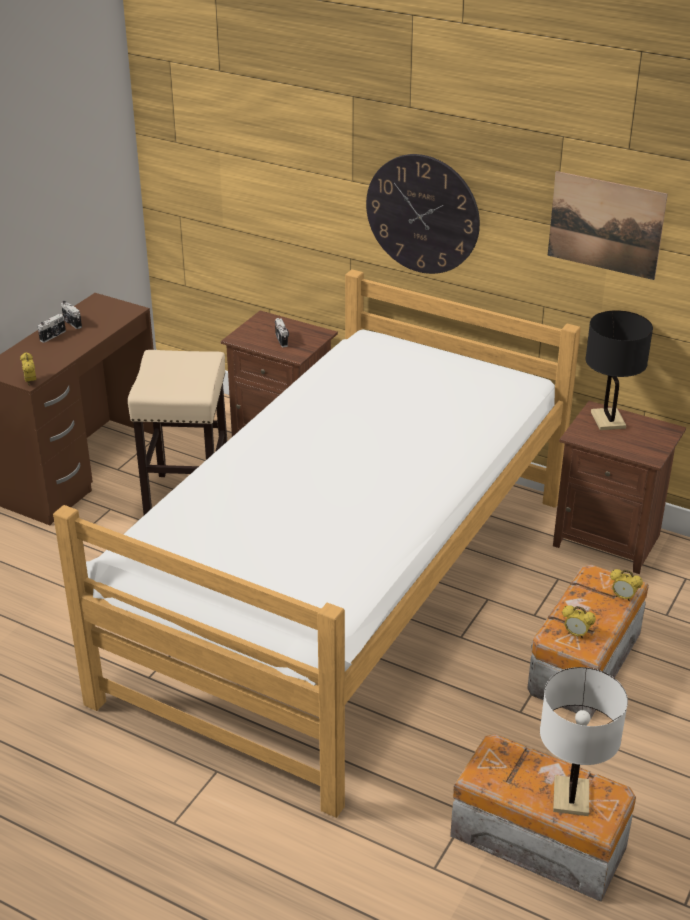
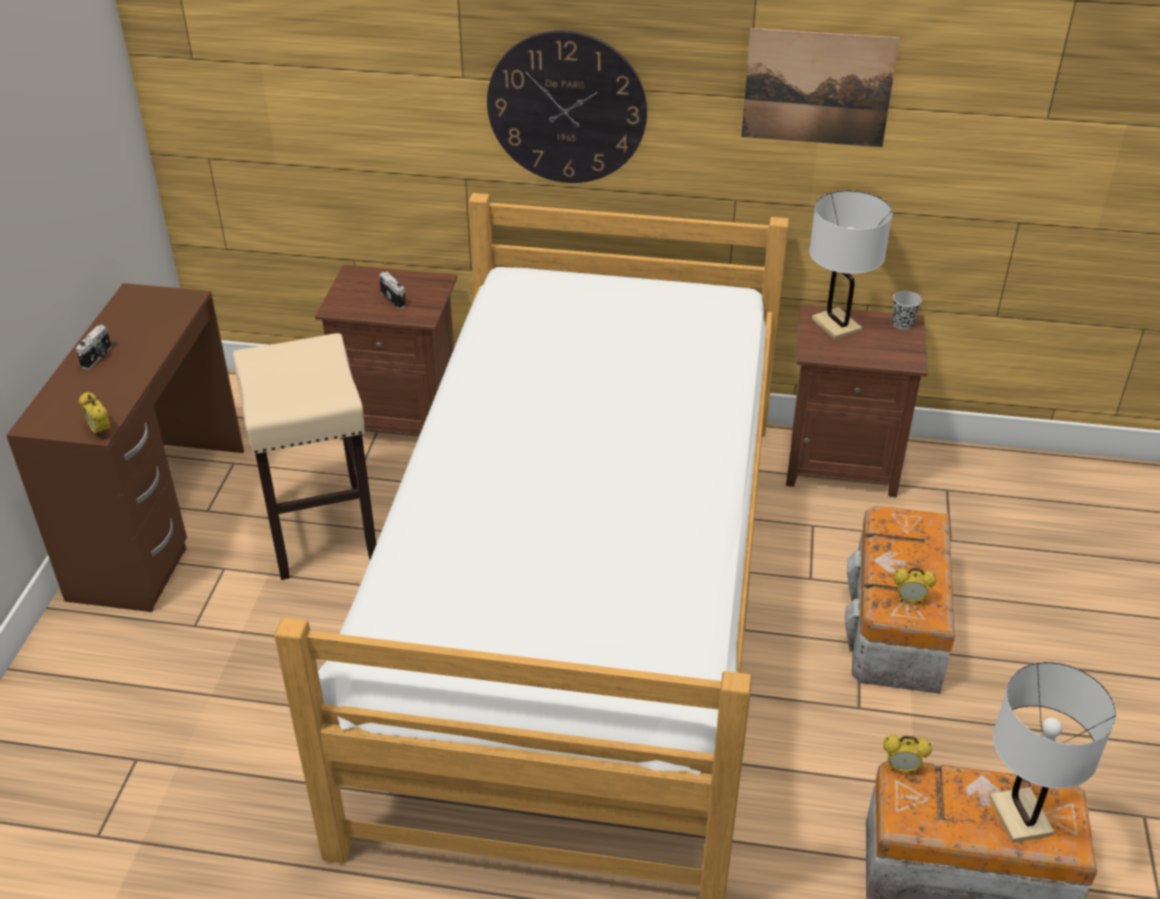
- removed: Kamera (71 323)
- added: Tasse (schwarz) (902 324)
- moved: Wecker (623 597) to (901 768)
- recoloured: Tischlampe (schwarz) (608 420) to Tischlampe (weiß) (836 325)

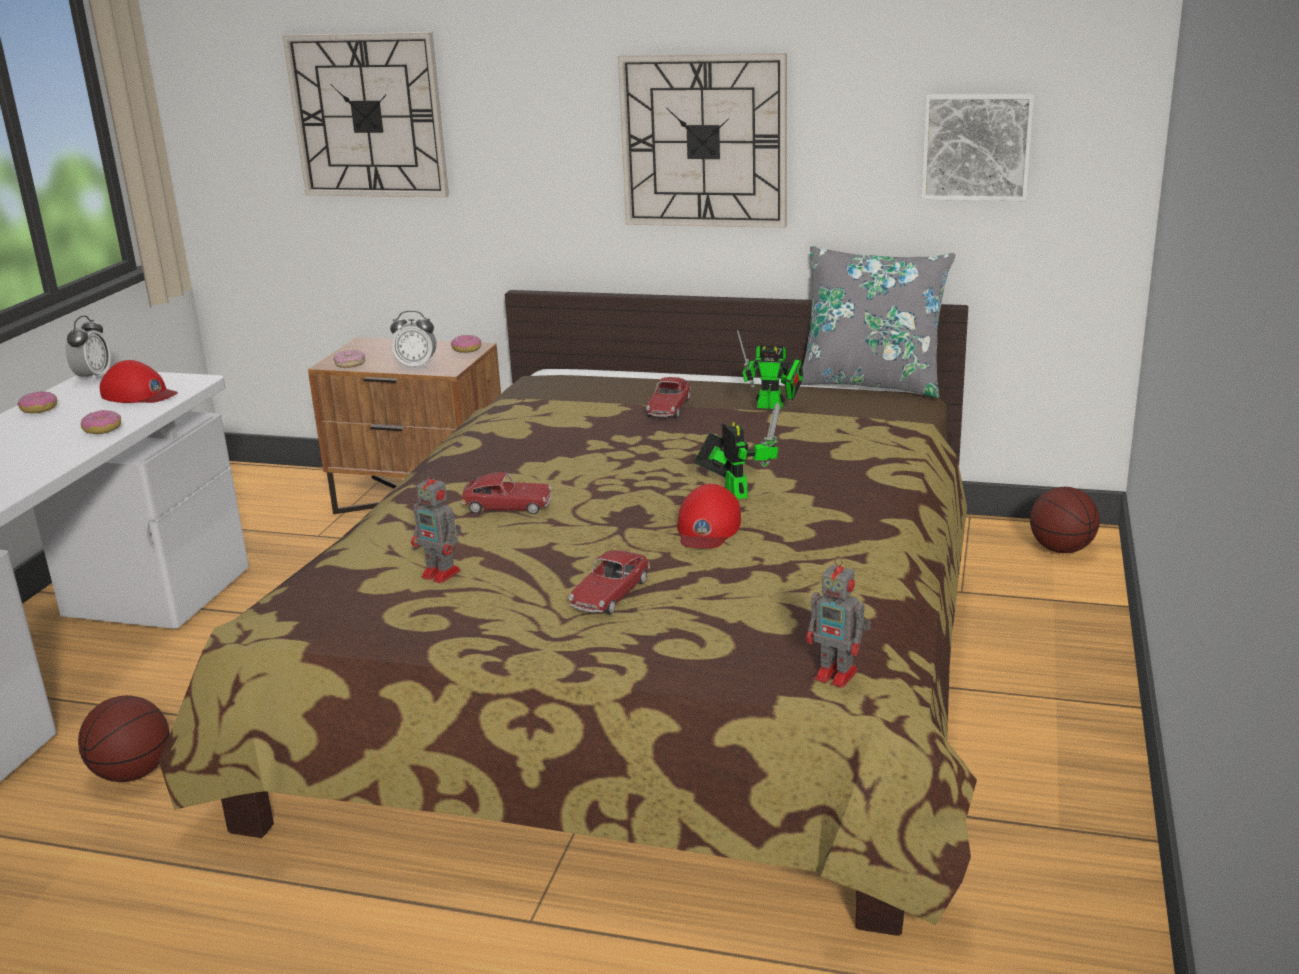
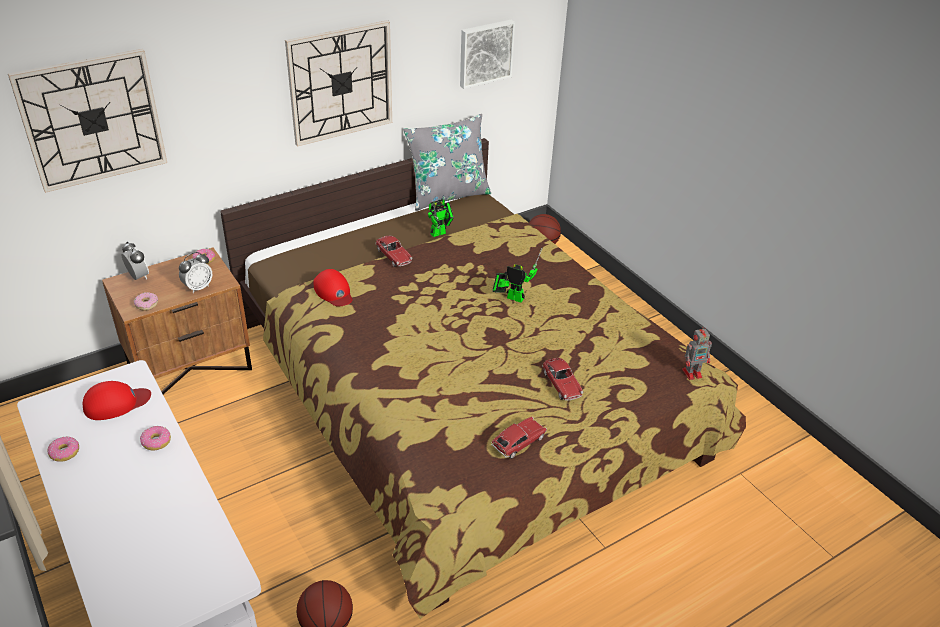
- removed: Spielzeugroboter (442 574)
- moved: Wecker (93 377) to (138 277)
- moved: Spielzeugauto (507 506) to (518 442)
- moved: Kappe (rot) (707 528) to (333 292)

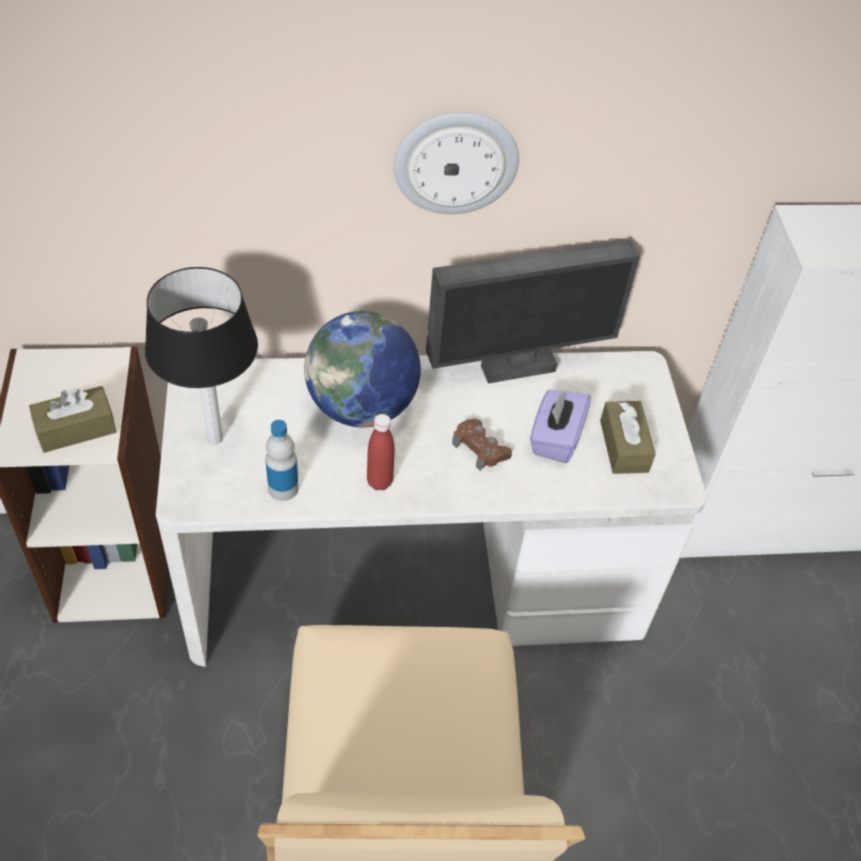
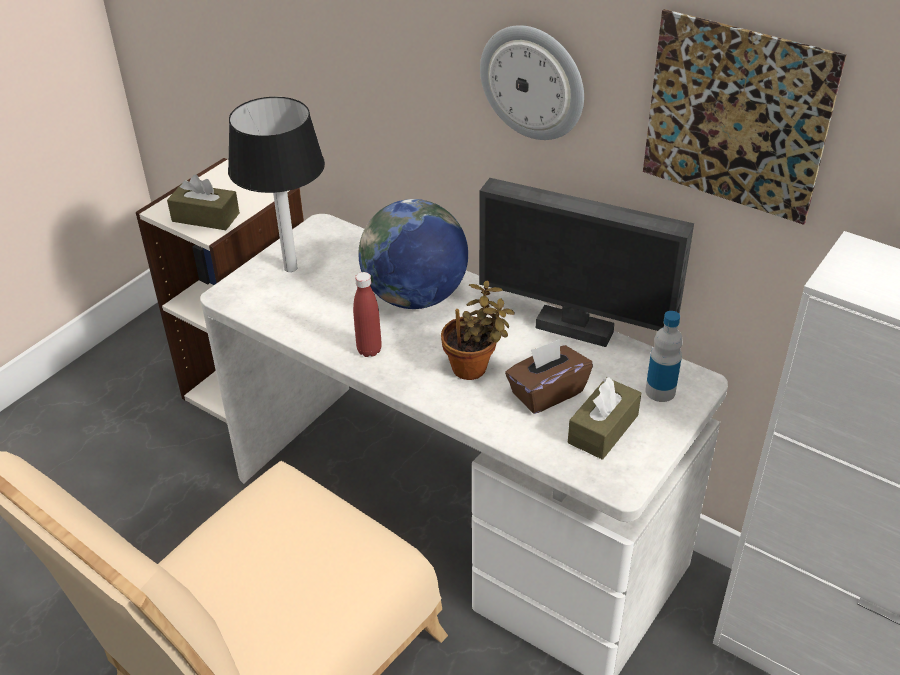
- added: Bild (736 117)
- moved: Flasche (283 488) to (660 391)
- replaced: Gamepad (braun) (480 449) to Topfpflanze (473 368)
- recoloured: Taschentuchbox (lila) (555 438) to Taschentuchbox (braun) (546 393)

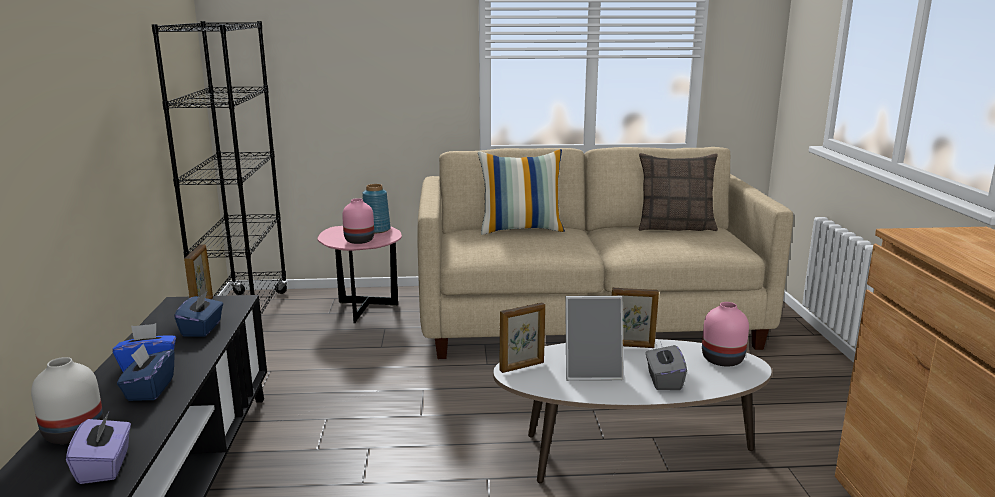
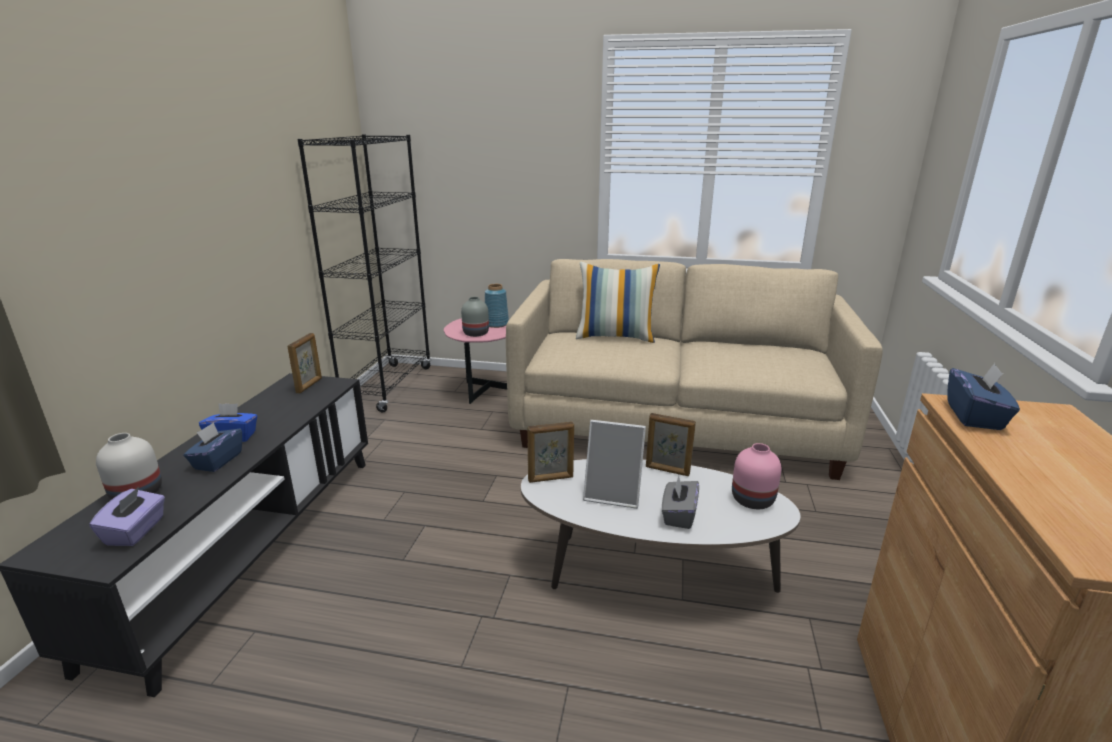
- removed: Kissen (675 227)
- moved: Taschentuchbox (blau) (202 329) to (974 416)
- recoloured: Vase (rosa) (359 241) to Vase (grau) (476 334)

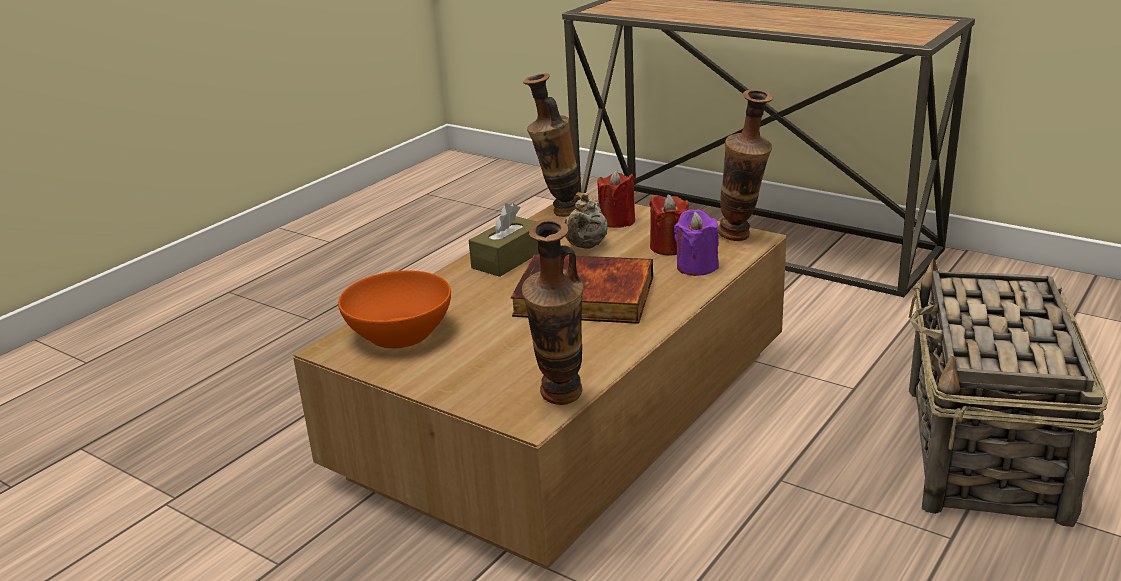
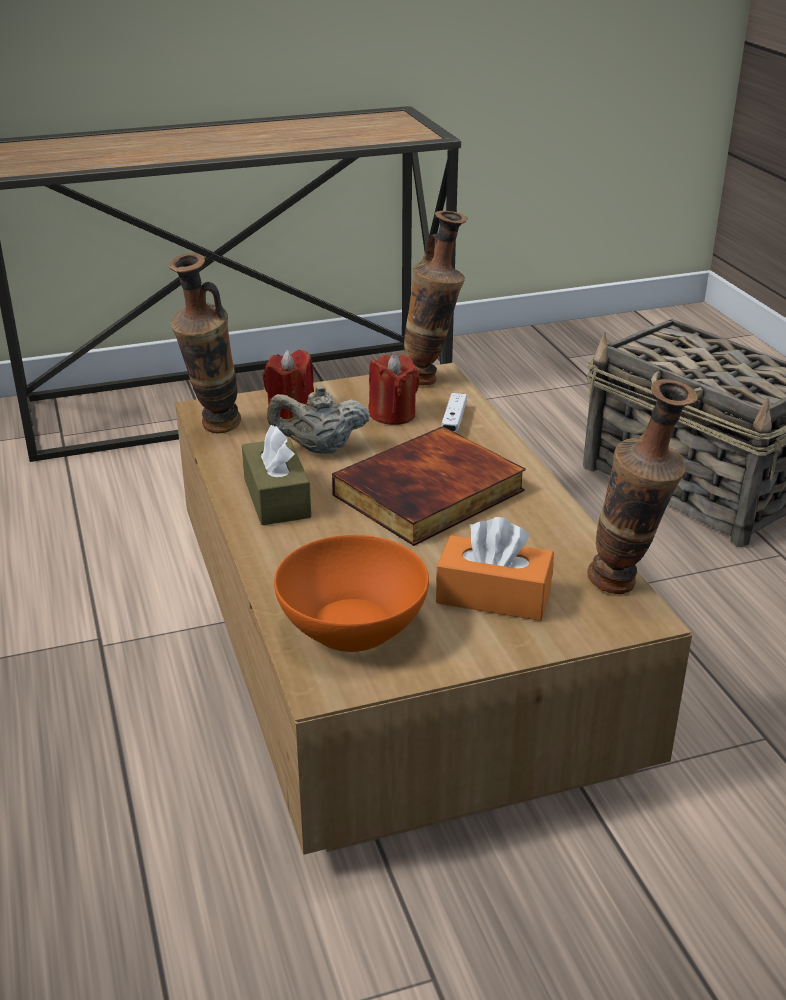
- added: Taschentuchbox (orange) (493 596)
- replaced: Kerze (lila) (696 267) to Gamepad (weiß) (454 421)
- turned: Teekanne (beige) (585 246) = (320 449) 120 degrees clockwise

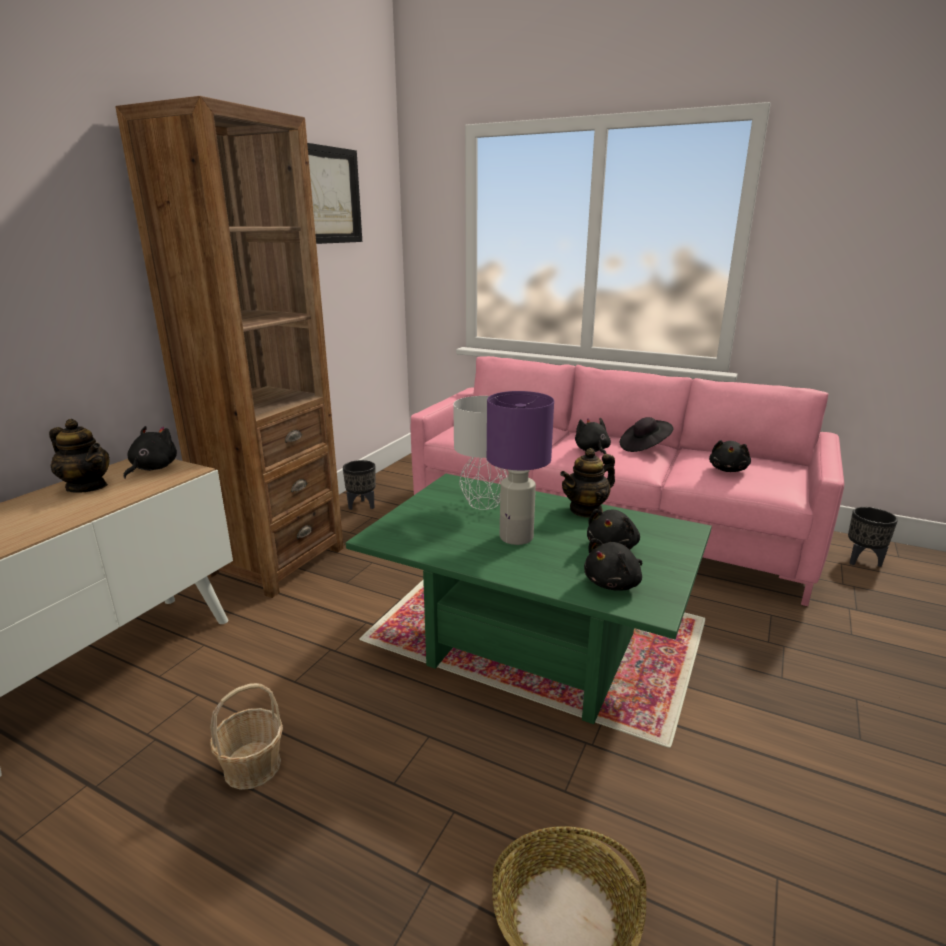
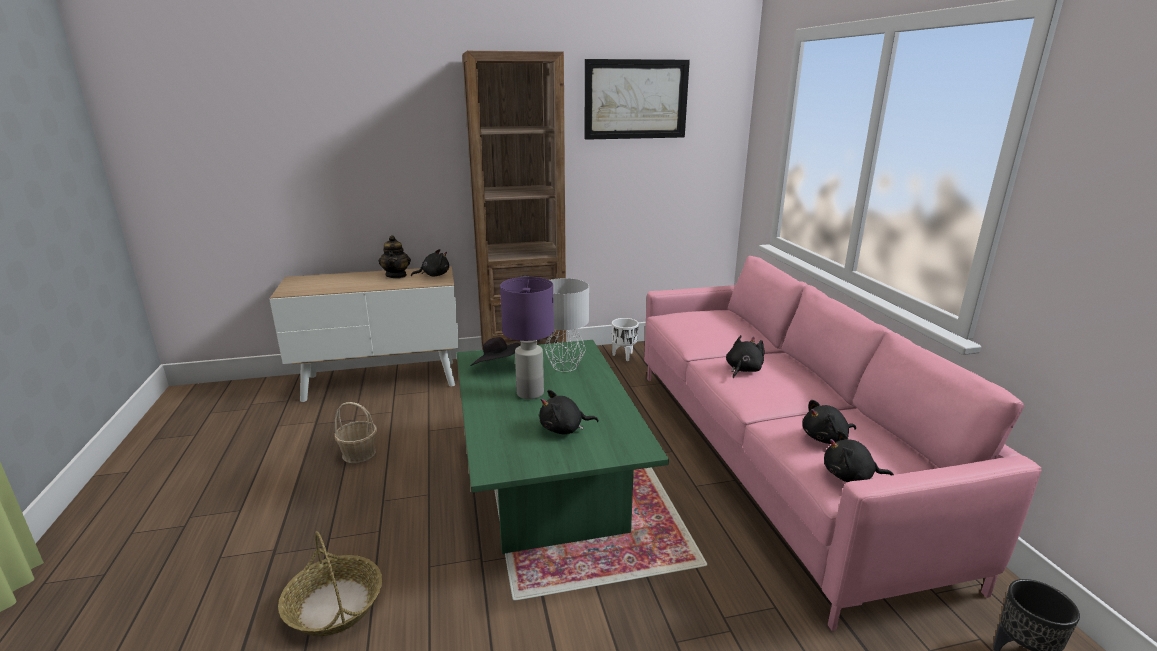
- removed: Teekanne (586 510)
- moved: Plüschtier (schwarz) (614 584) to (850 477)
- moved: Hut (schwarz) (644 447) to (496 367)
- recoloured: Pflanzkübel (schwarz) (362 505) to Pflanzkübel (weiß) (624 356)

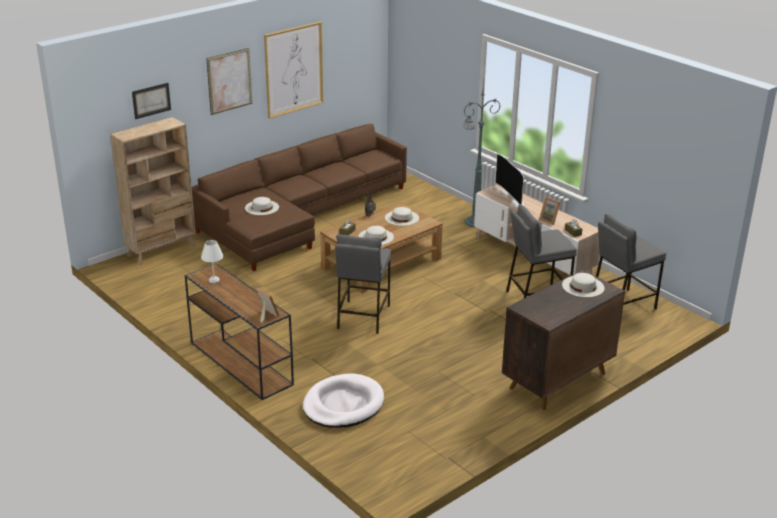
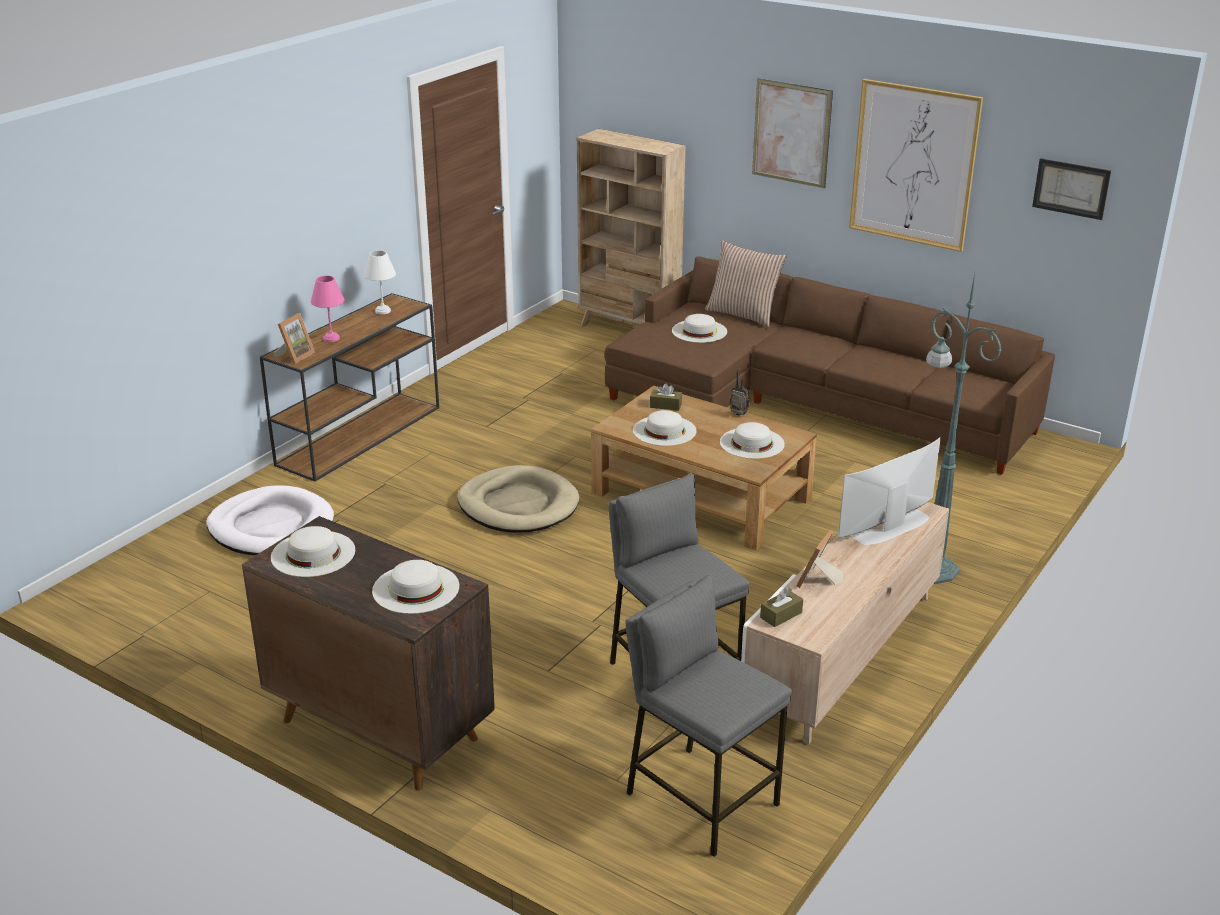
- added: Hut (weiß) (313 553)
- added: Tischlampe (rosa) (332 338)
- added: Kissen (743 314)
- moved: Bild (151 100) to (1071 188)
- replaced: Hocker (grau) (362 317) to Hundebett (beige) (518 505)

